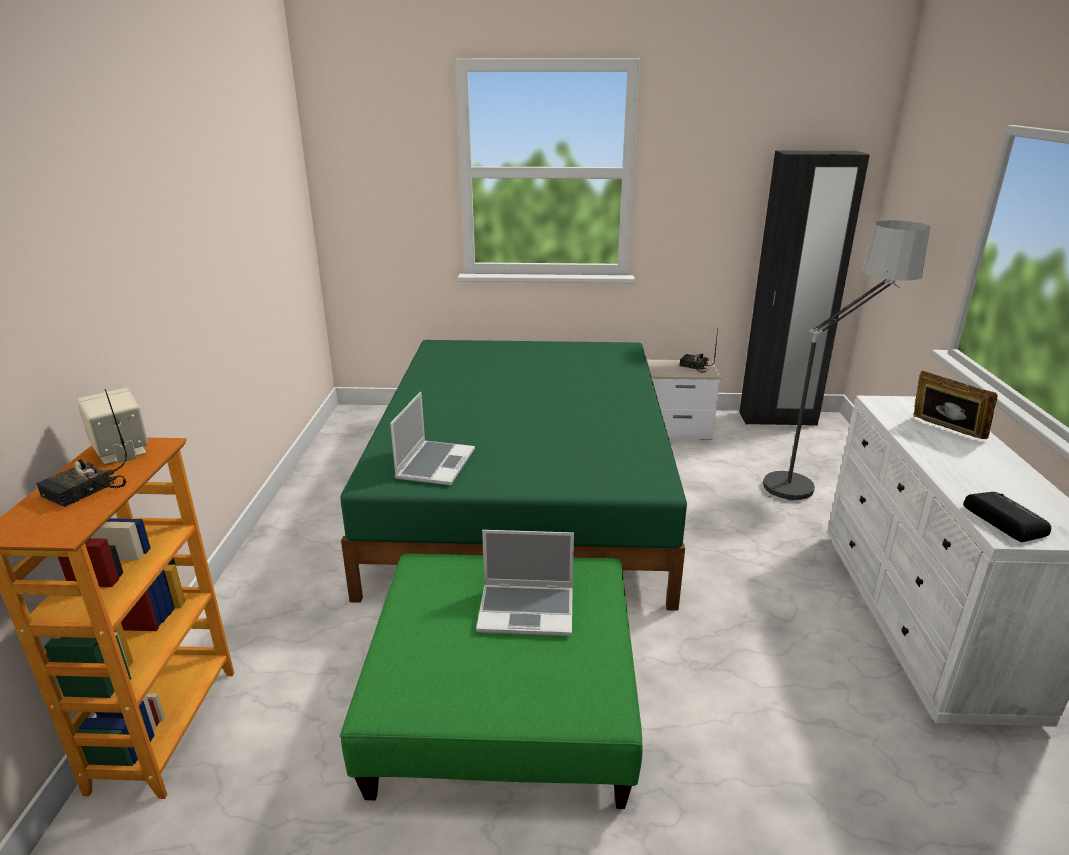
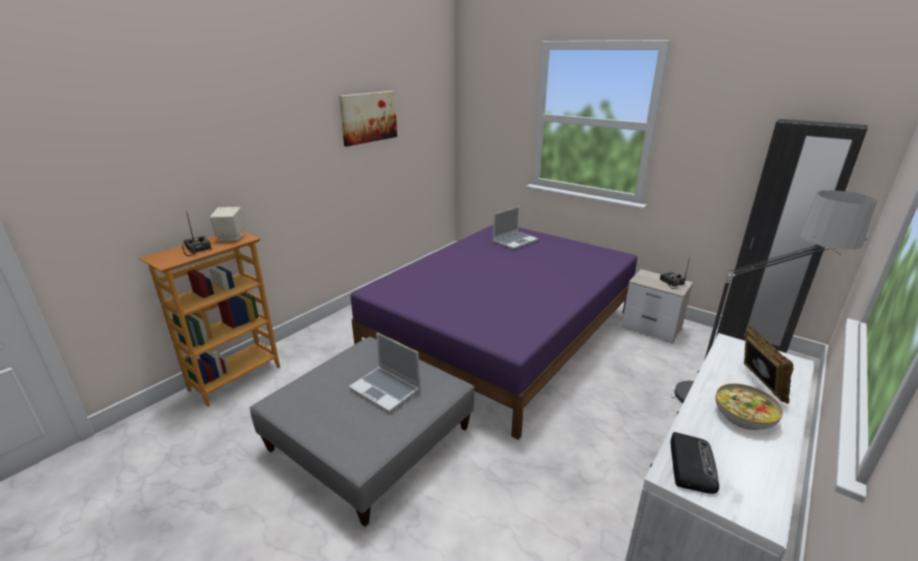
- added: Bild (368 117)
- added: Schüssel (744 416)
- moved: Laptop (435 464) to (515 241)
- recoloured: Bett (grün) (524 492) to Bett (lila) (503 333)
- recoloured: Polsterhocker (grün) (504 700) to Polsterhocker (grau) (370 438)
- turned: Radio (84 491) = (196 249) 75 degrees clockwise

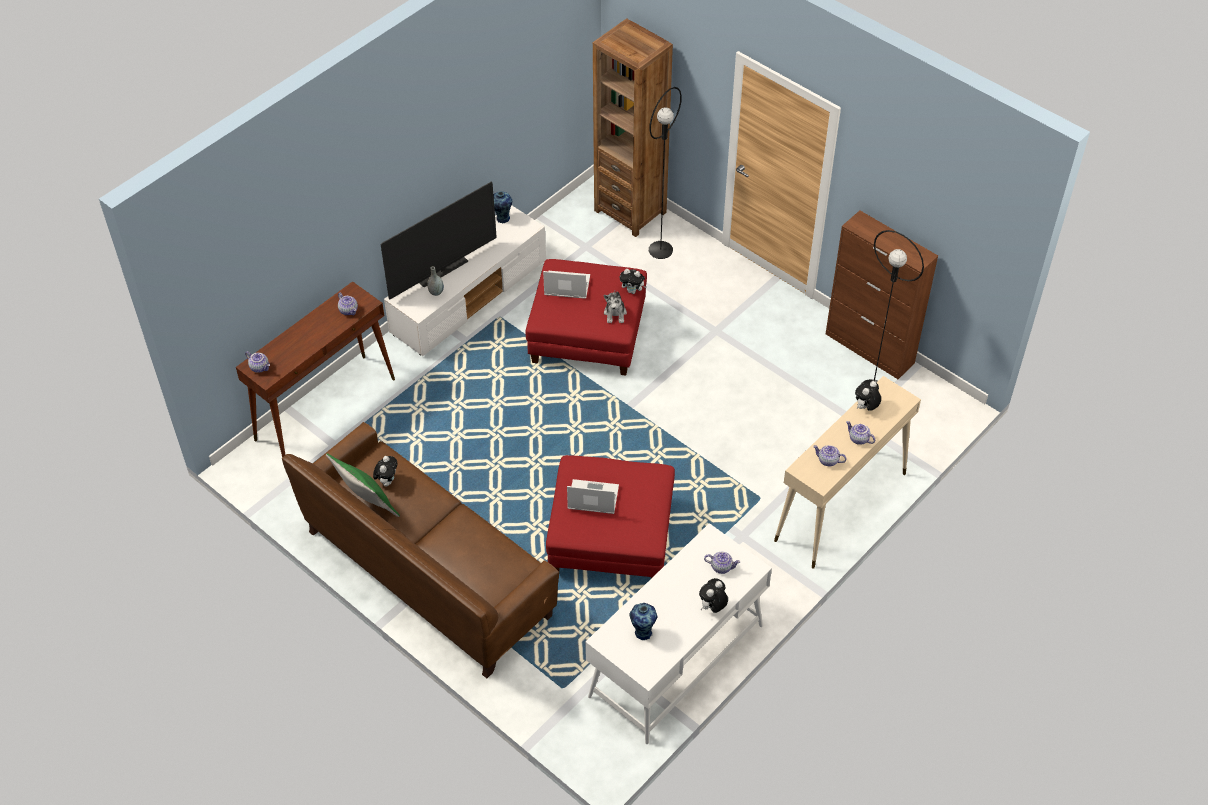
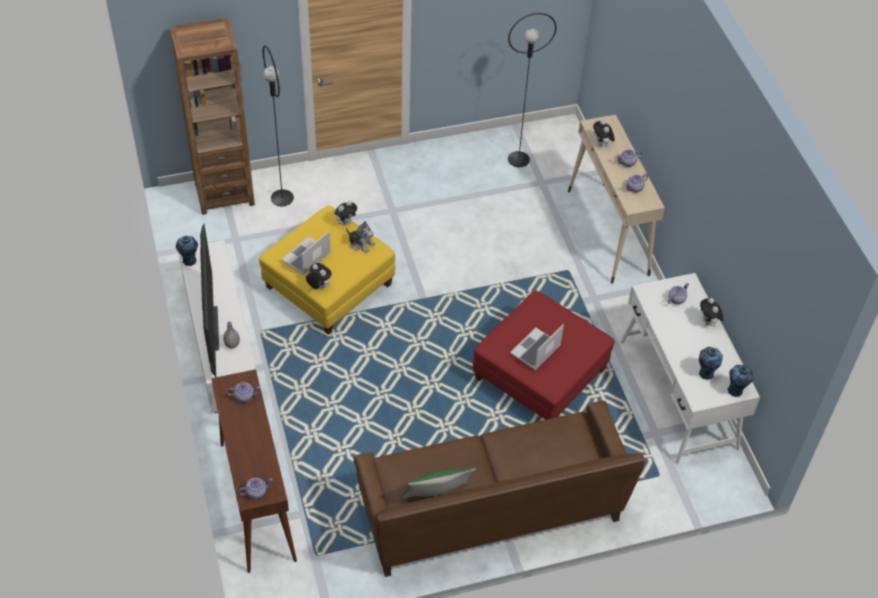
- removed: Schrank (braun) (870 349)
- added: Vase (735 391)
- moved: Plüschtier (387 481) to (318 286)
- recoloured: Polsterhocker (rot) (588 333) to Polsterhocker (gelb) (329 285)

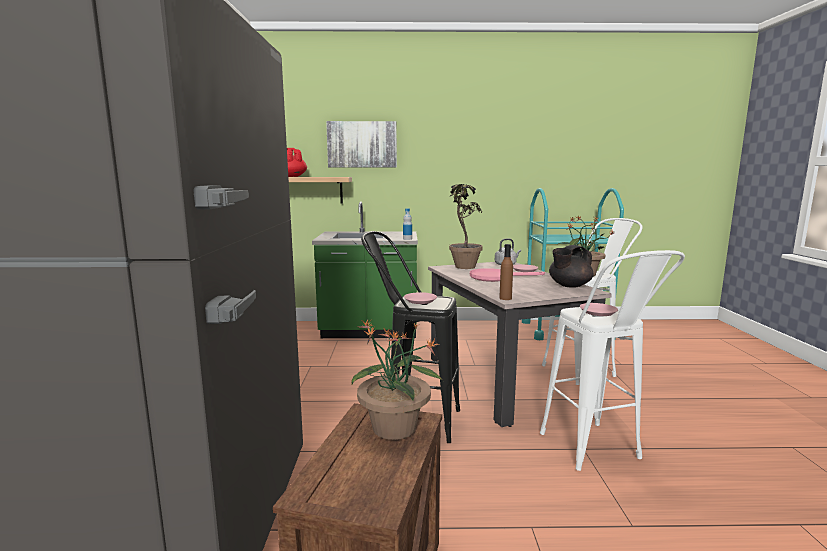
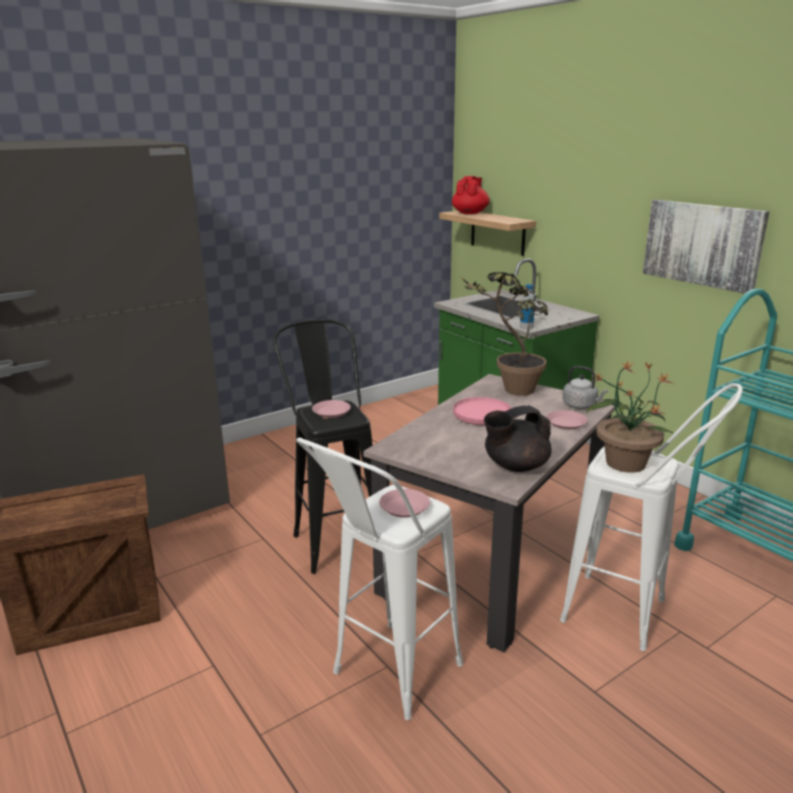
- removed: Topfpflanze (394 428)
- removed: Flasche (braun) (505 298)
- moved: Bild (362 144) to (703 244)
- turned: Teekanne (schwarz) (569 286) = (515 466) 45 degrees counterclockwise

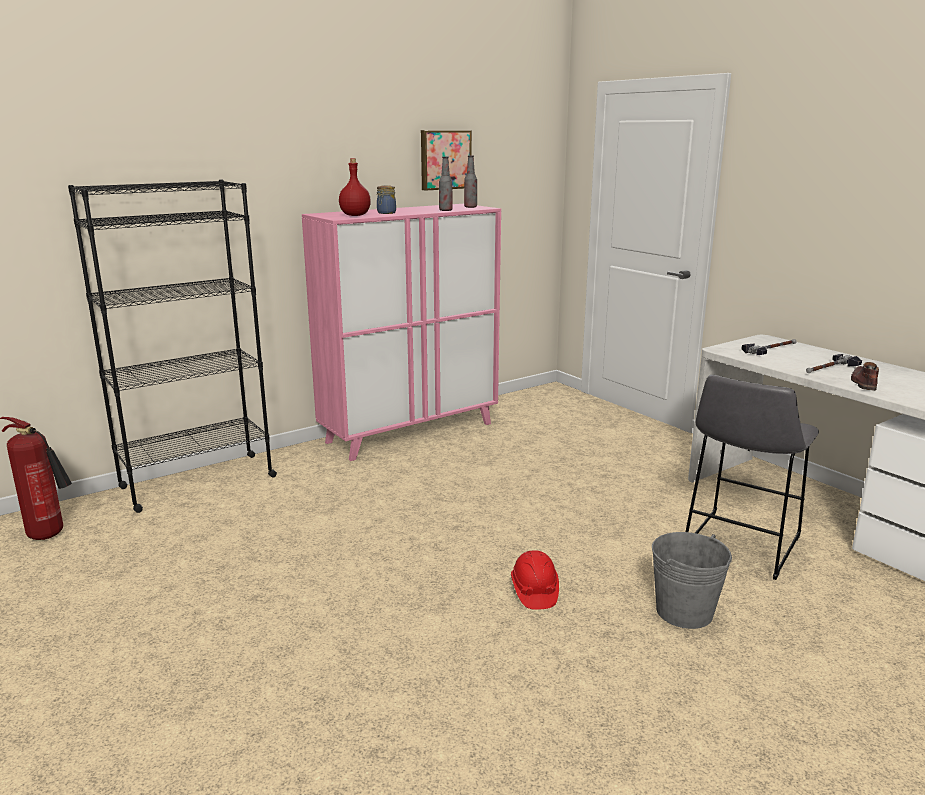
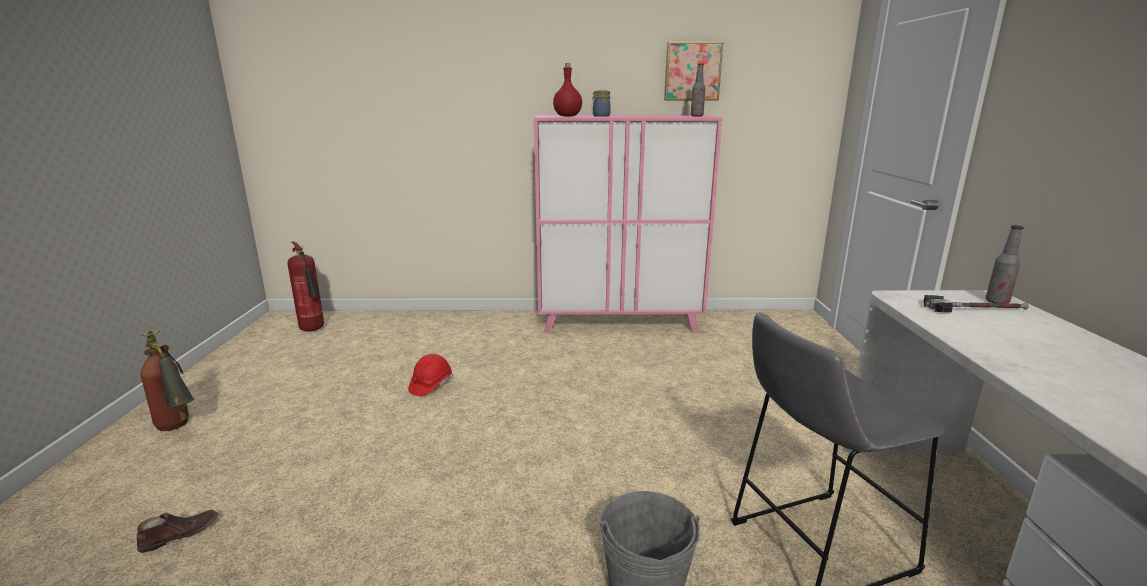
- removed: Bücherregal (schwarz) (197 482)
- removed: Hammer (830 368)
- added: Feuerlöscher (178 428)
- moved: Flasche (445 210) to (997 302)
- moved: Schutzhelm (rot) (534 592) to (431 385)
- moved: Schuh (braun) (863 383) to (180 534)

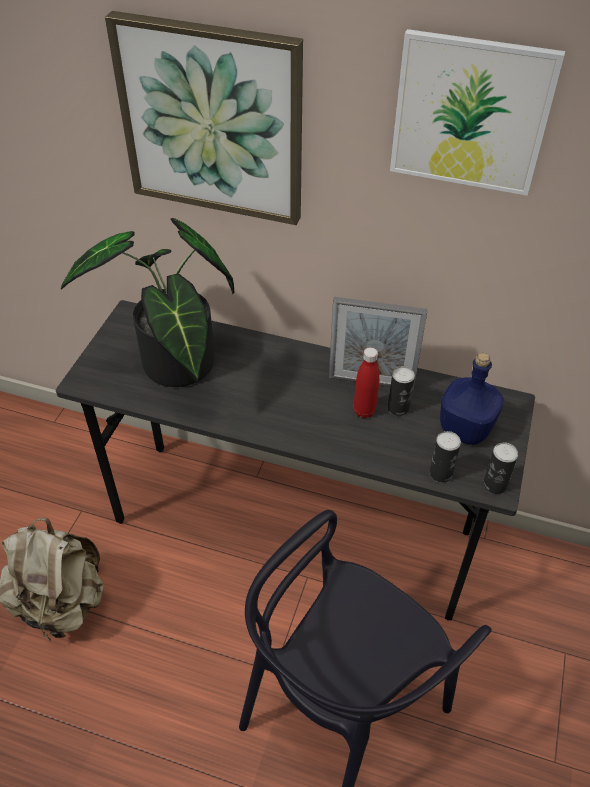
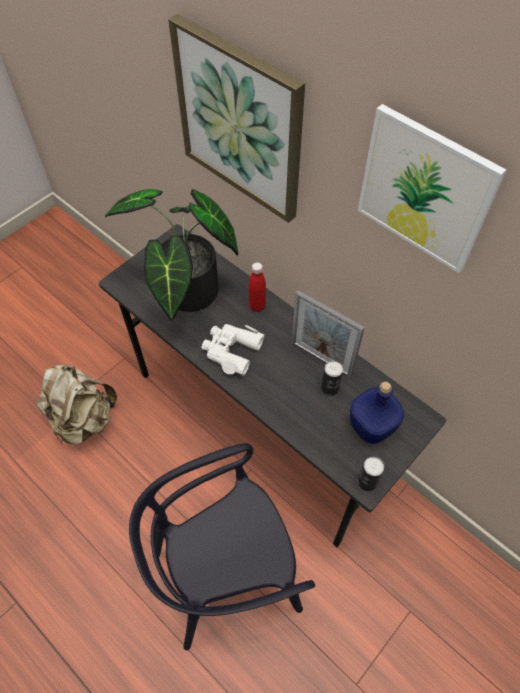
- removed: Dose (440 473)
- added: Fernglas (weiß) (231 351)
- moved: Flasche (rot) (364 411) to (257 306)

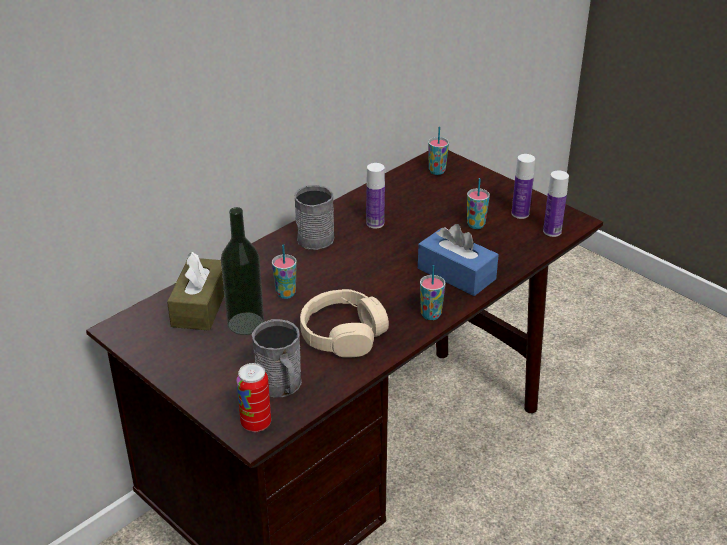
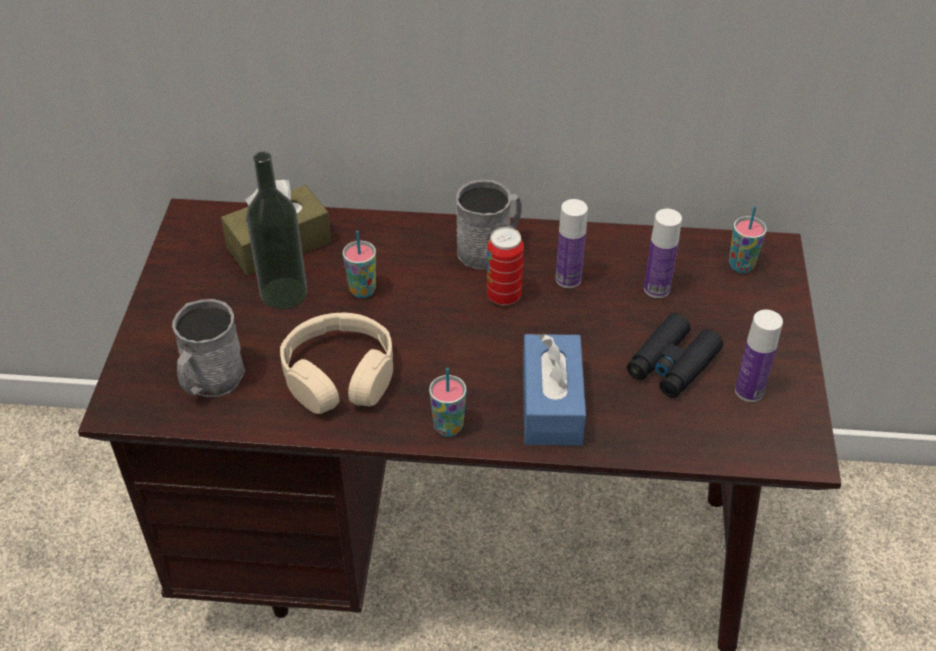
- moved: Dose (256 424) to (504 296)
- moved: Flasche (552 231) to (656 289)
- replaced: Tasse (476 225) to Fernglas (schwarz) (672 364)

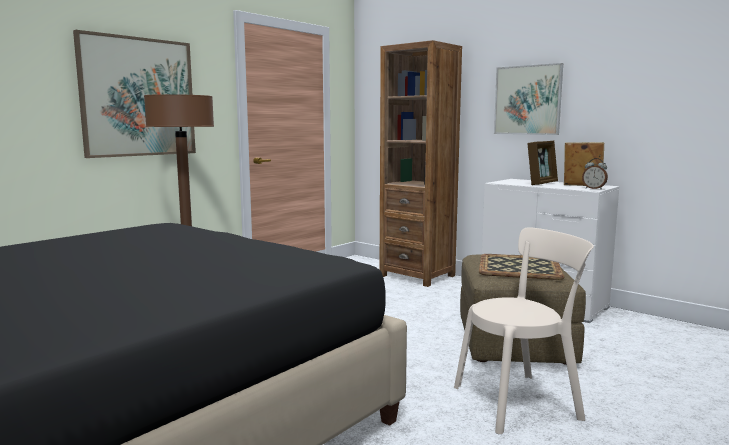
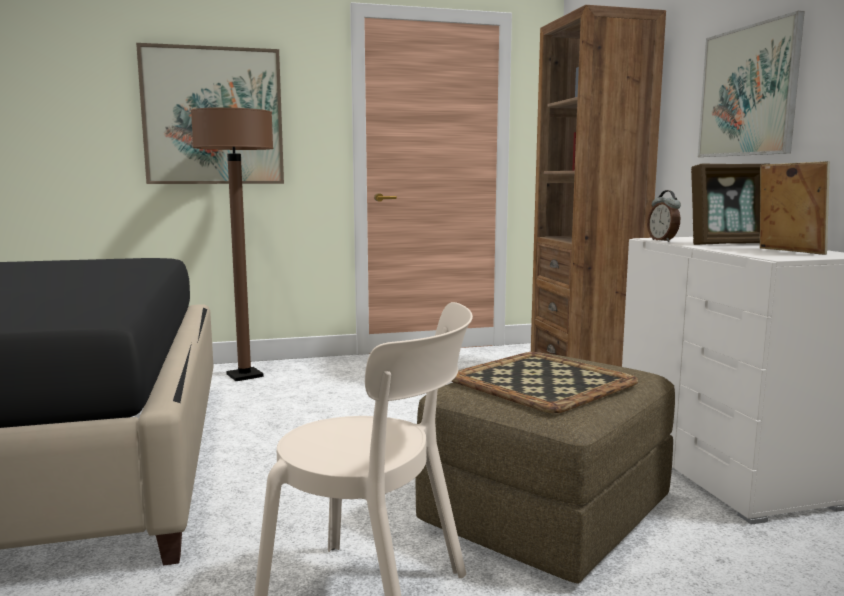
- moved: Wecker (594 188) to (663 240)

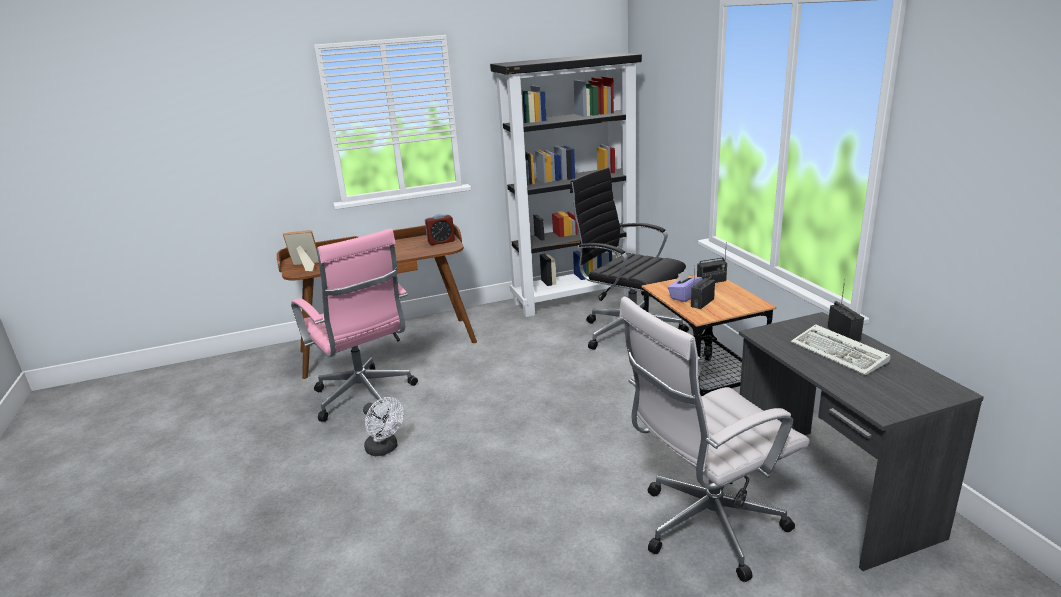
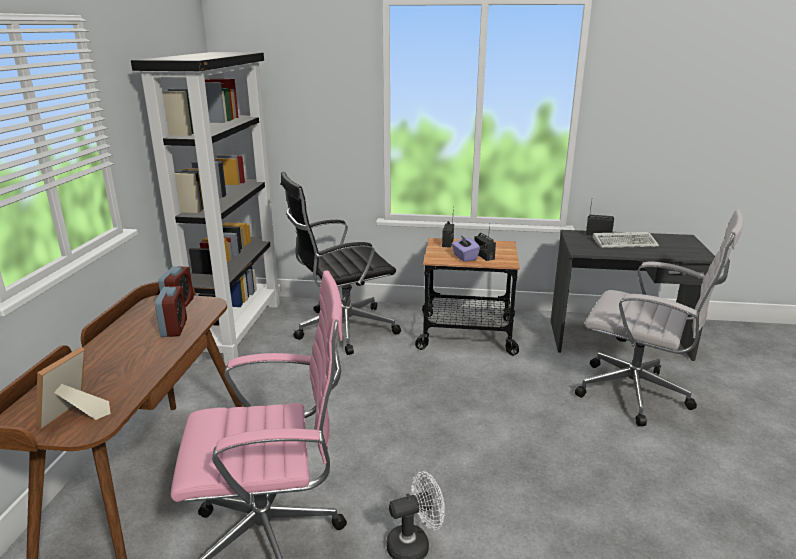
- added: Wecker (174 328)
- turned: Bürostuhl (weiß) (705 527) = (638 394) 60 degrees counterclockwise

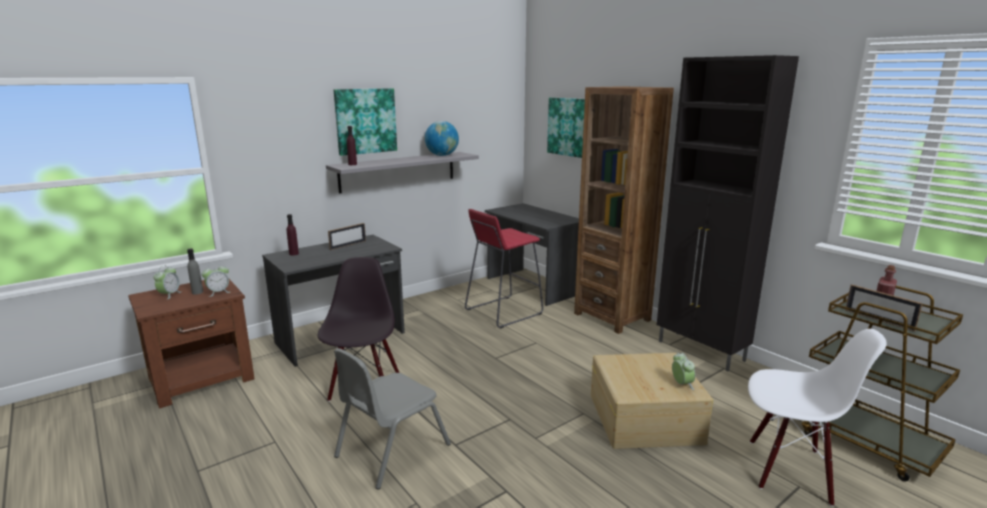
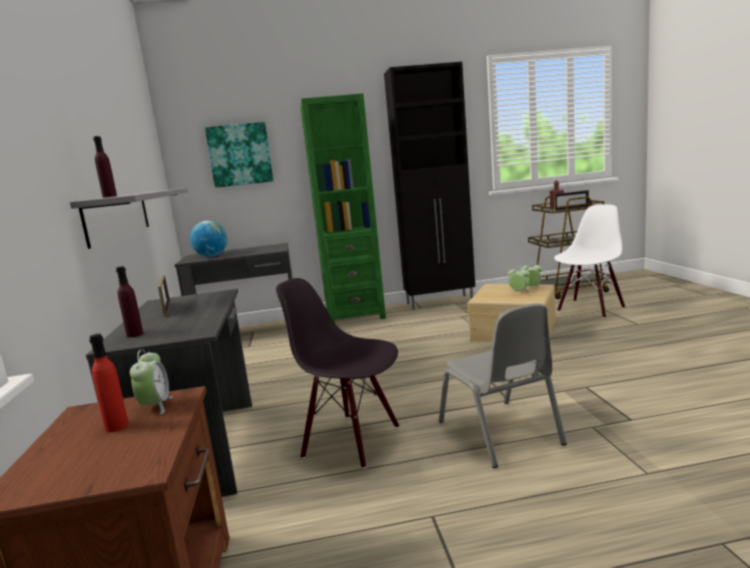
- removed: Bild (365 121)
- removed: Hocker (rot) (503 312)
- moved: Wecker (169 295) to (519 292)
- moved: Globus (442 155) to (211 256)
- recoloured: Flasche (grau) (197 292) to Flasche (rot) (117 426)
- recoloured: Bücherregal (braun) (612 317) to Bücherregal (grün) (355 316)

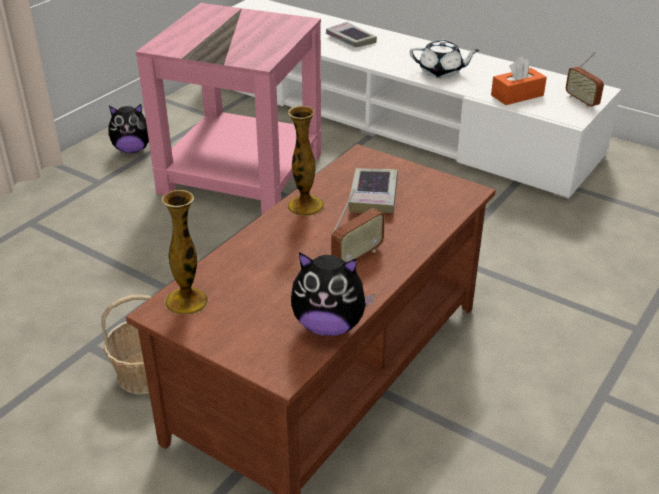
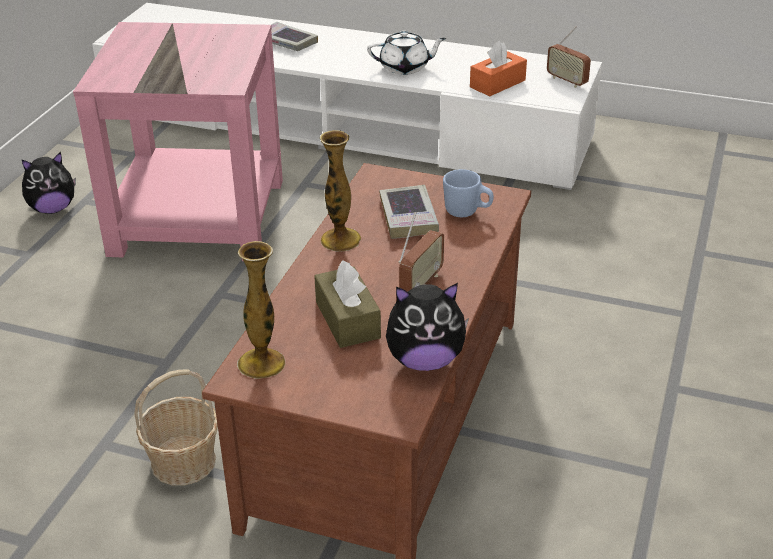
- added: Taschentuchbox (braun) (347 320)
- added: Henkelbecher (blau) (467 212)

